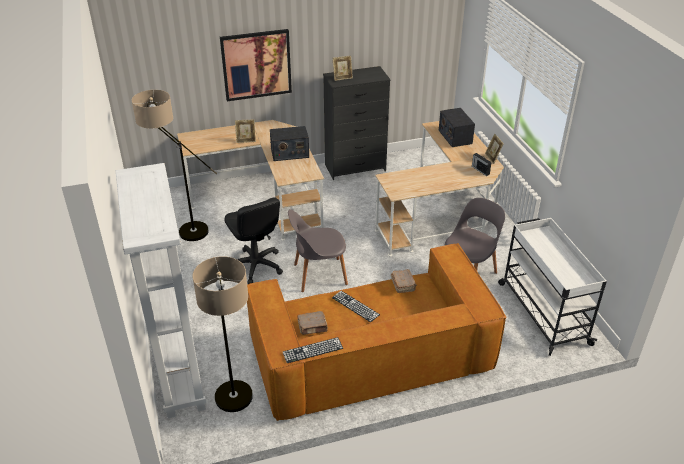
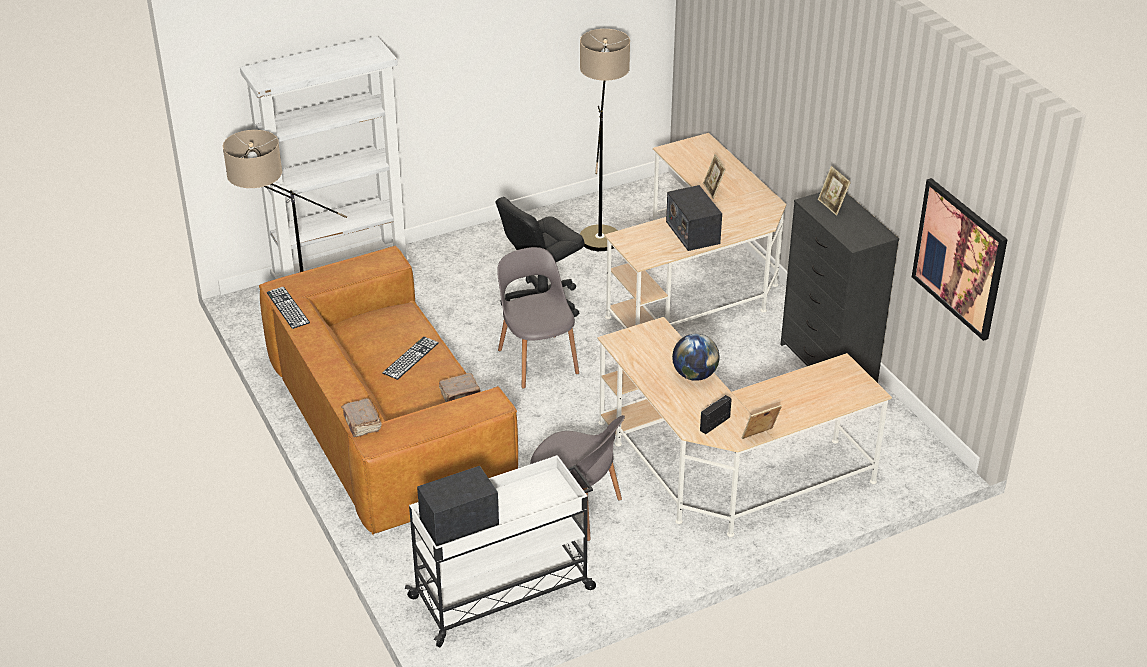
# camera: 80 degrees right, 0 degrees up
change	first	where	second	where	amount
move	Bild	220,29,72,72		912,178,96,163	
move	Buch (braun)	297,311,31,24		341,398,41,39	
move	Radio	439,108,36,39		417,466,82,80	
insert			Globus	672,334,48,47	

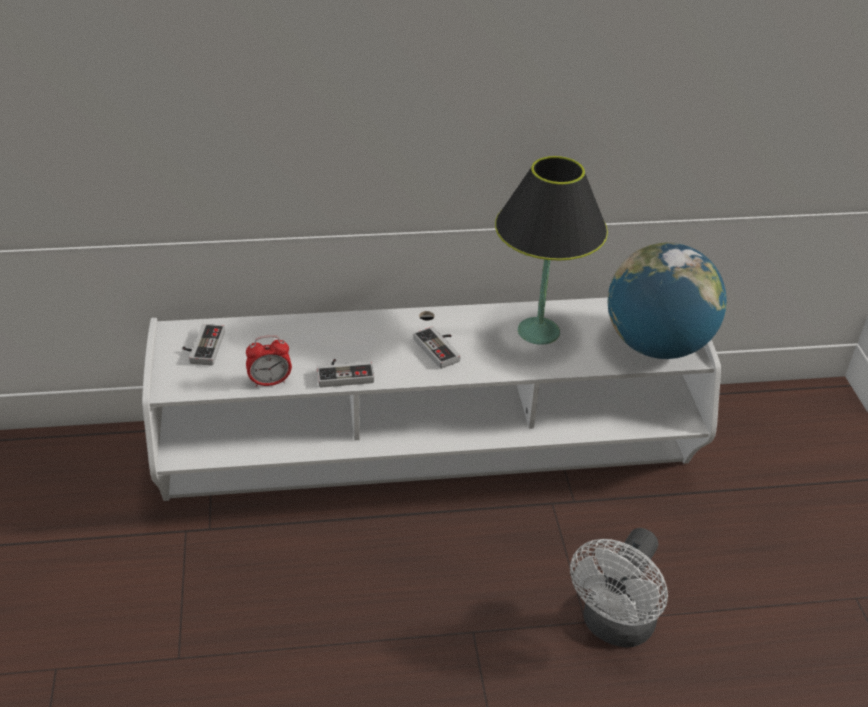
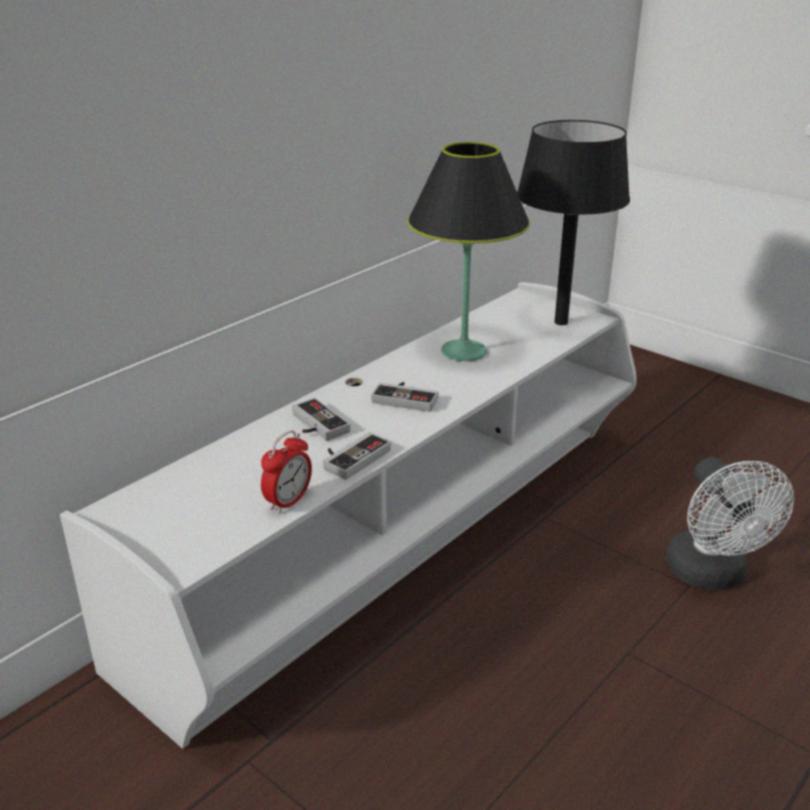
# camera: 40 degrees left, 10 degrees down
change	first	where	second	where	amount
move	Gamepad	182,324,43,41		292,398,58,43	
replace	Globus	608,243,119,116	Tischlampe (schwarz)	517,120,113,205	

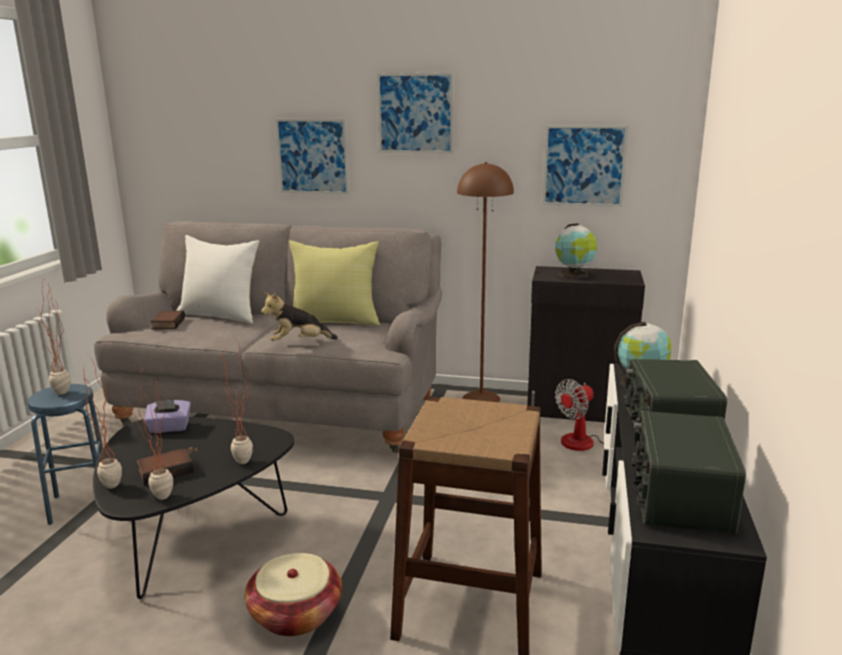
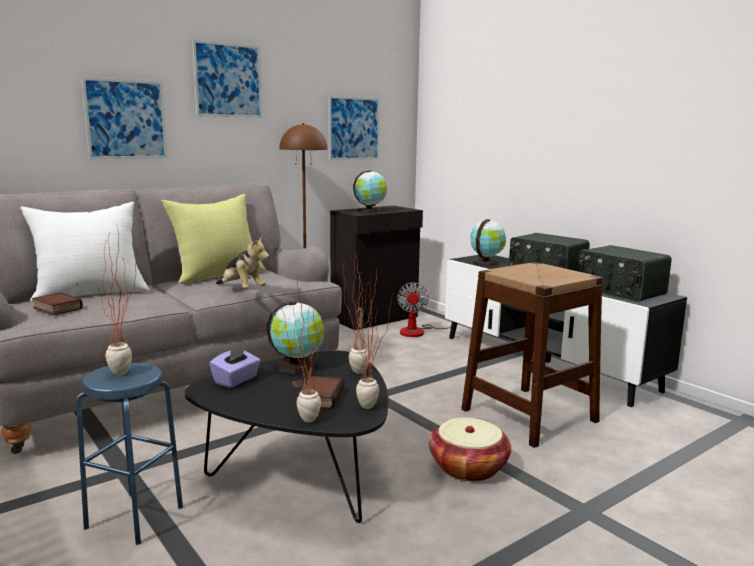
# camera: 50 degrees left, 5 degrees down
change	first	where	second	where	amount
rotate	Plüschtier	261,292,77,49		216,236,54,52	75 degrees counterclockwise
insert			Globus	266,301,58,73	

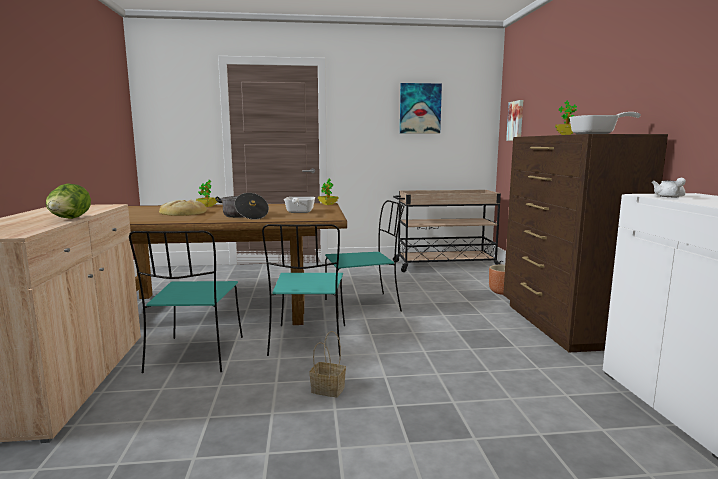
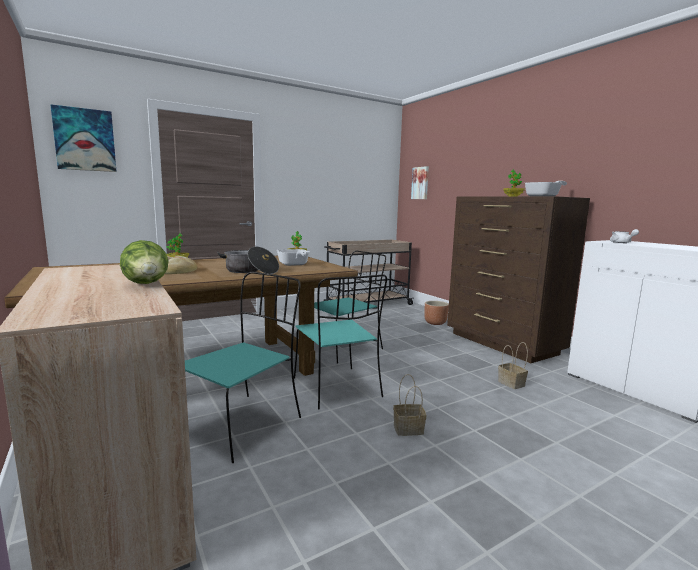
# camera: 25 degrees left, 0 degrees up
change	first	where	second	where	amount
rotate	Stuhl (türkis)	129,231,114,142		185,272,116,191	120 degrees counterclockwise
move	Bild	400,83,42,51		50,104,67,68	
insert			Korb	498,342,30,47	

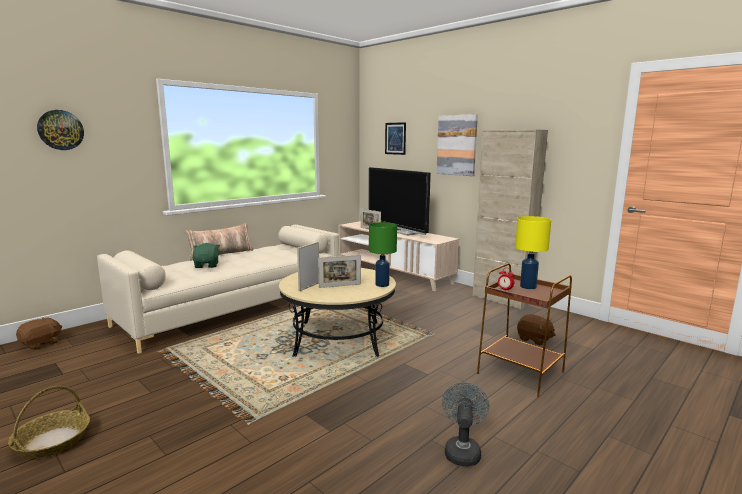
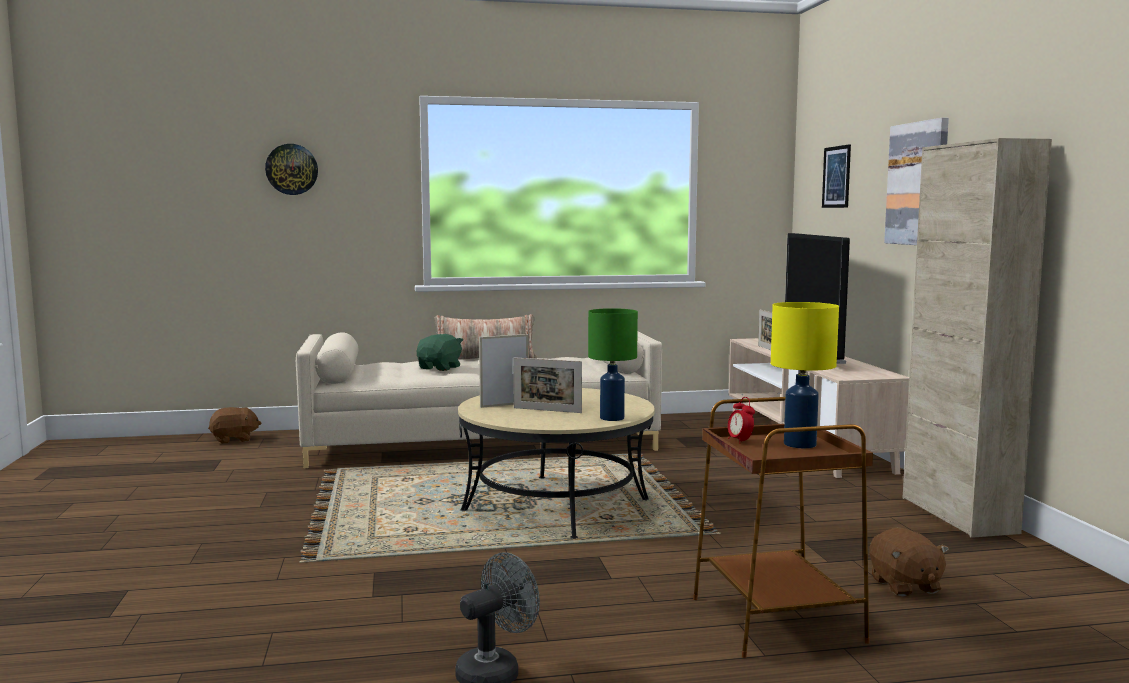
# camera: 35 degrees right, 5 degrees down
change	first	where	second	where	amount
delete	Korb	8,386,82,72			

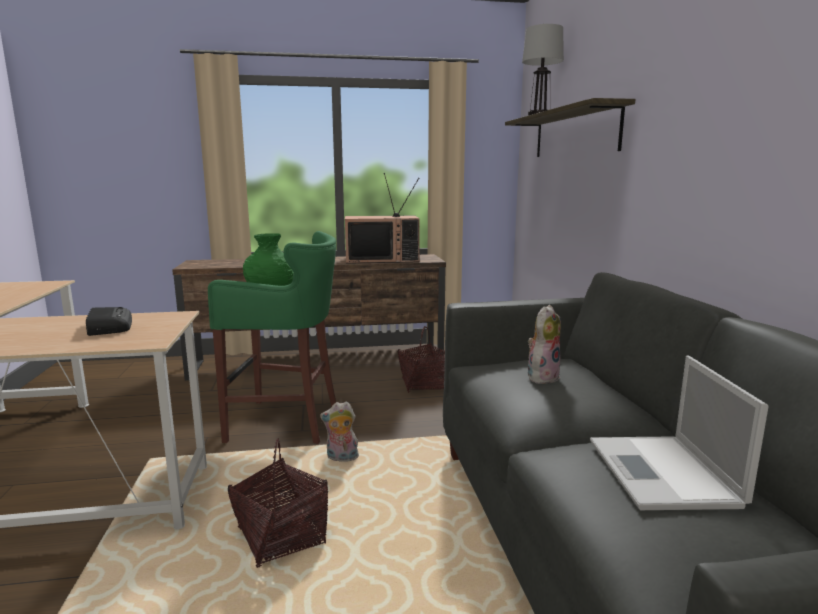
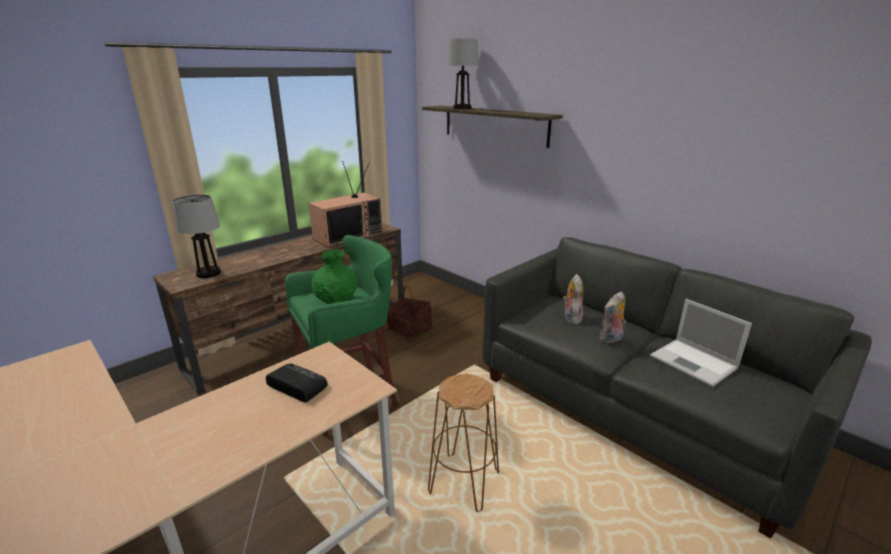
# camera: 35 degrees left, 10 degrees up
change	first	where	second	where	amount
replace	Korb	228,438,100,130	Hocker (braun)	428,373,71,139	
move	Plüschtier	320,402,39,60		600,292,26,51	
insert			Tischlampe	172,195,49,83	

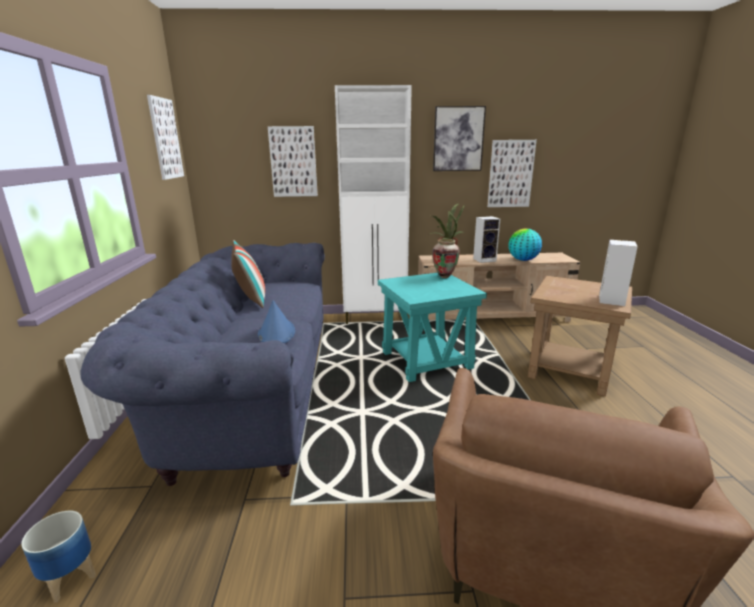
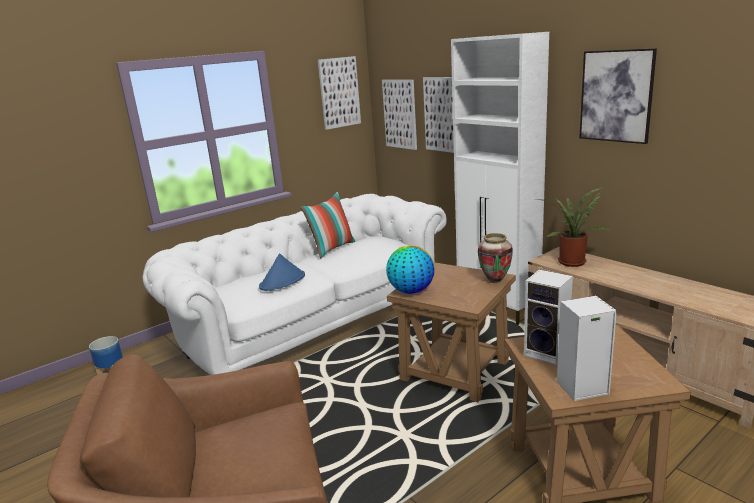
# camera: 55 degrees right, 0 degrees up
change	first	where	second	where	amount
recolor	Sofa (blau)	80,243,245,243	Sofa (weiß)	143,194,304,181	
recolor	Beistelltisch (türkis)	378,272,109,110	Beistelltisch (braun)	387,262,129,140	
move	Lautsprecher	473,216,27,47		524,270,49,95	
move	Bild	487,140,50,67		382,80,35,70	
move	Globus	508,229,34,32		386,245,49,49	

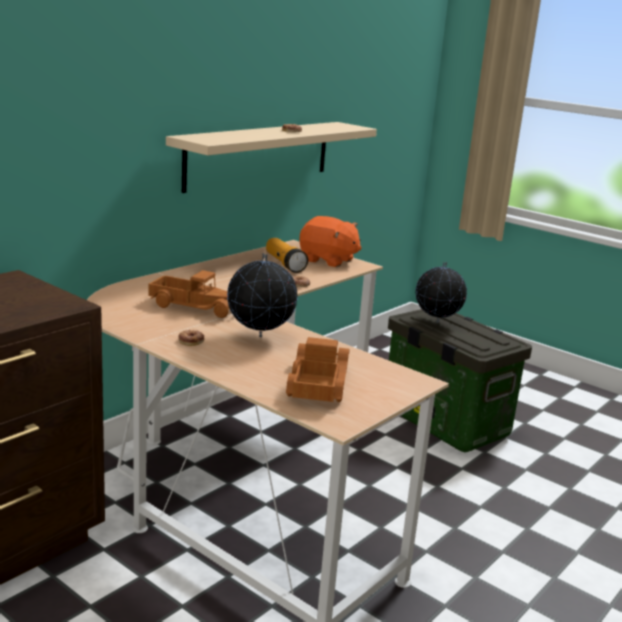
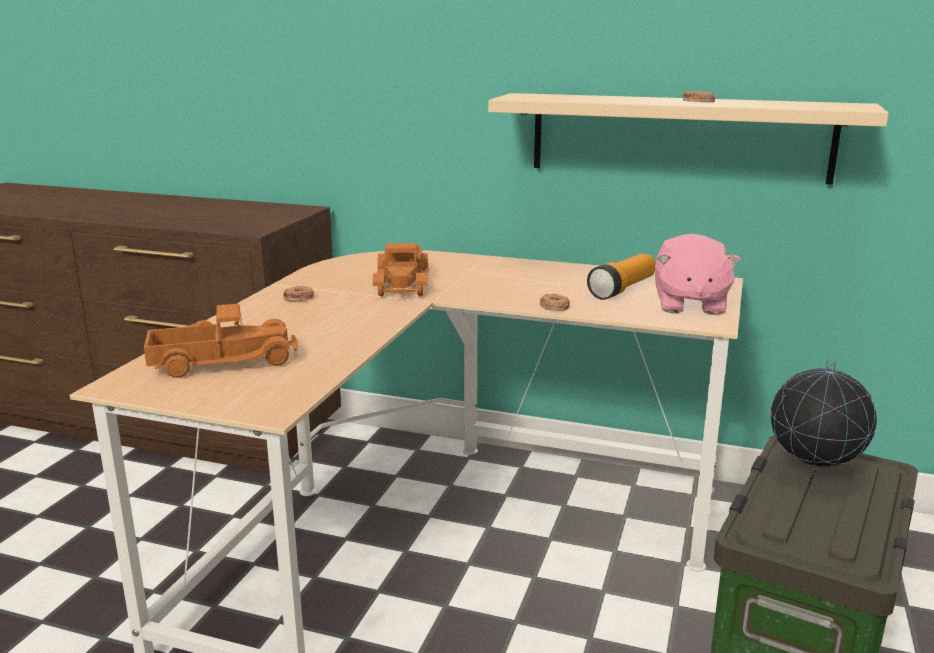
# camera: 70 degrees right, 0 degrees up
change	first	where	second	where	amount
delete	Globus	227,253,71,84			
recolor	Plüschtier (orange)	299,216,62,51	Plüschtier (rosa)	655,234,86,81	

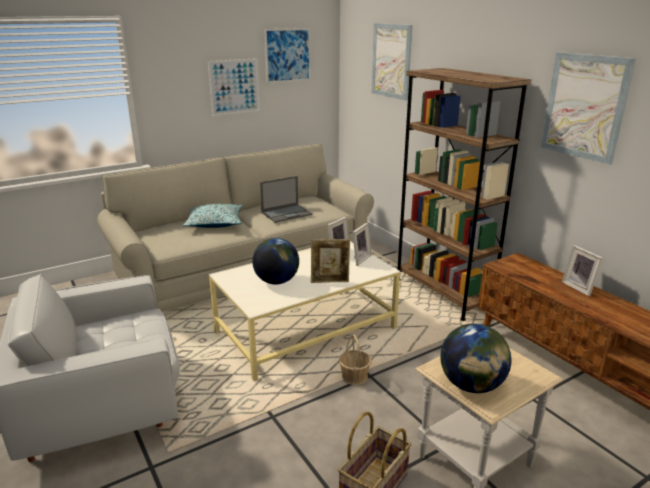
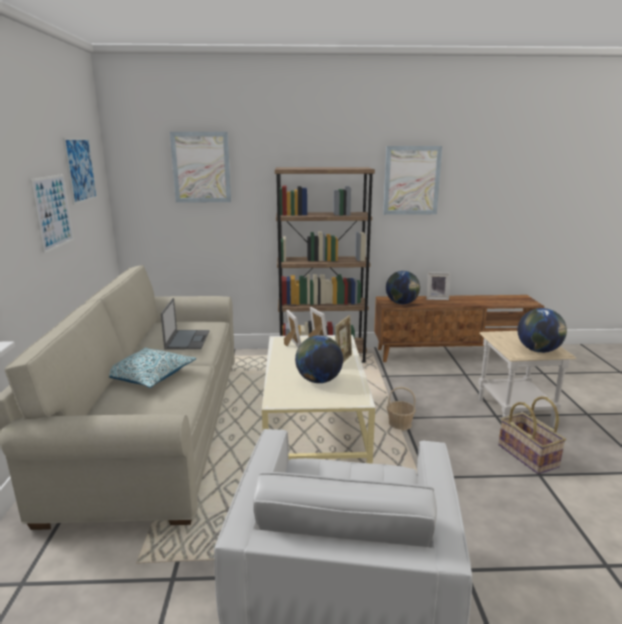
# camera: 60 degrees left, 5 degrees down
change	first	where	second	where	amount
insert			Globus	386,271,34,33	

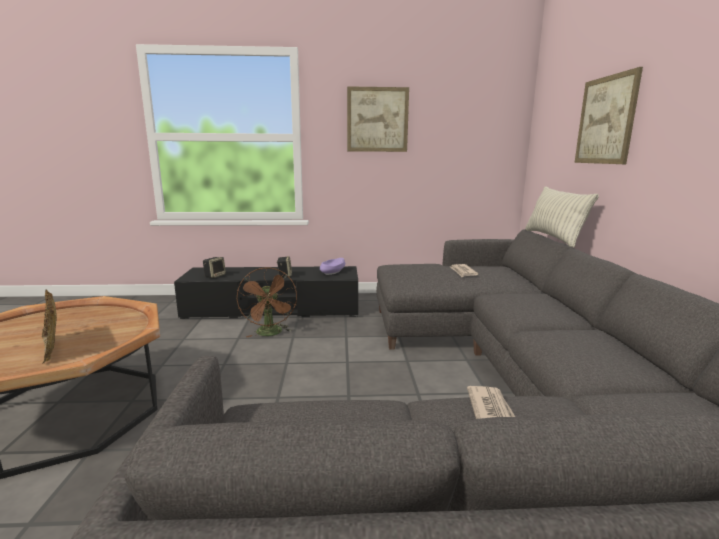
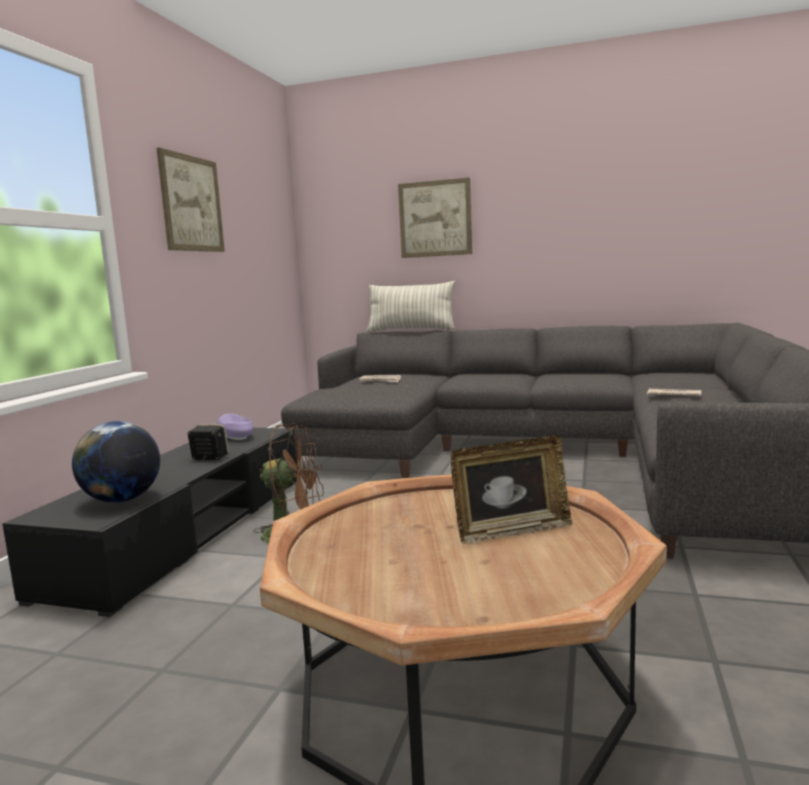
# camera: 70 degrees left, 5 degrees down
change	first	where	second	where	amount
replace	Lautsprecher	203,257,23,21	Globus	72,421,88,82	

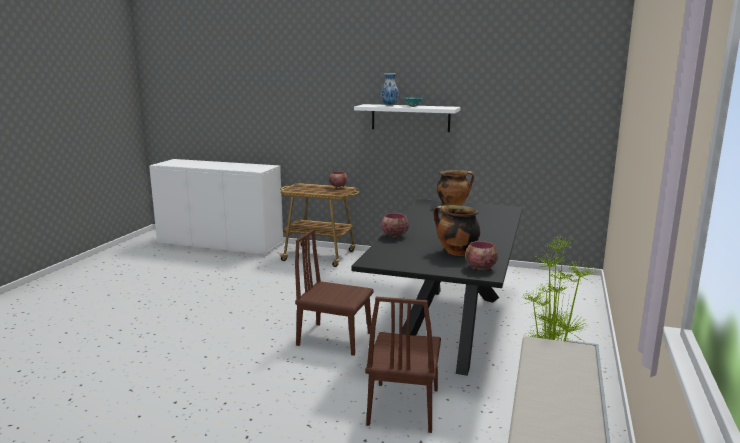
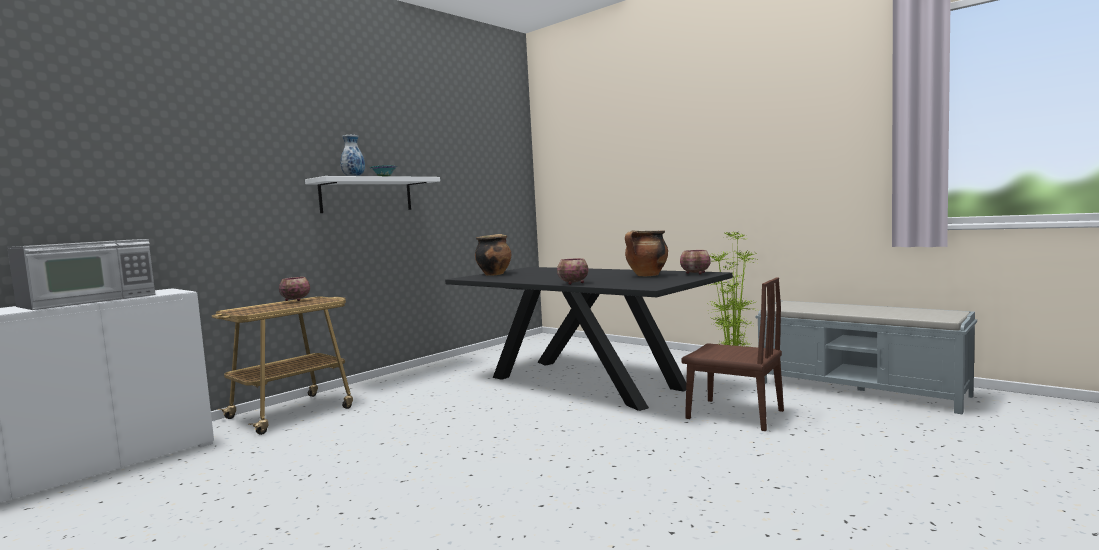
# camera: 65 degrees left, 10 degrees down
change	first	where	second	where	amount
delete	Stuhl (braun)	295,230,79,126			
insert			Mikrowelle	7,239,148,71	

